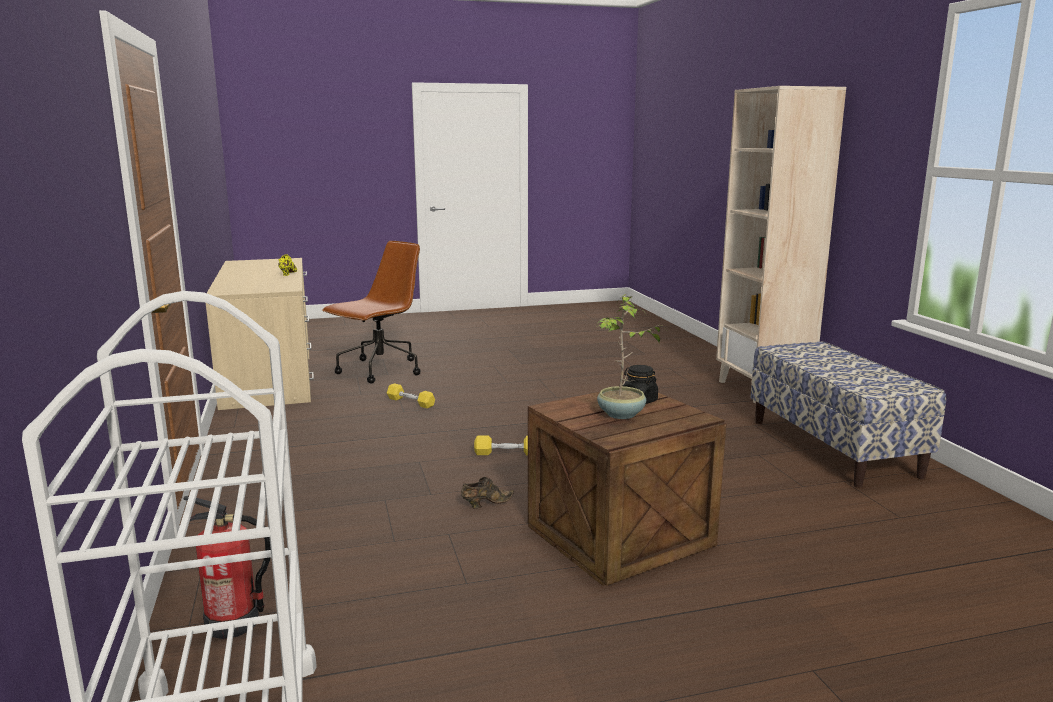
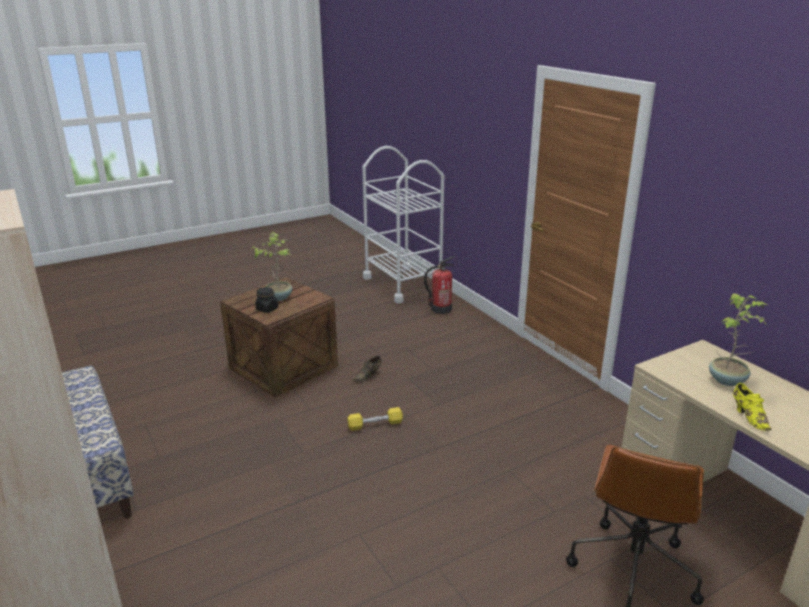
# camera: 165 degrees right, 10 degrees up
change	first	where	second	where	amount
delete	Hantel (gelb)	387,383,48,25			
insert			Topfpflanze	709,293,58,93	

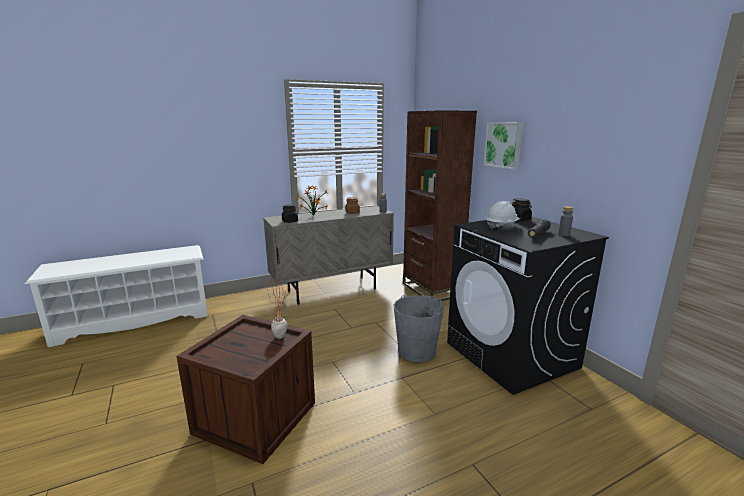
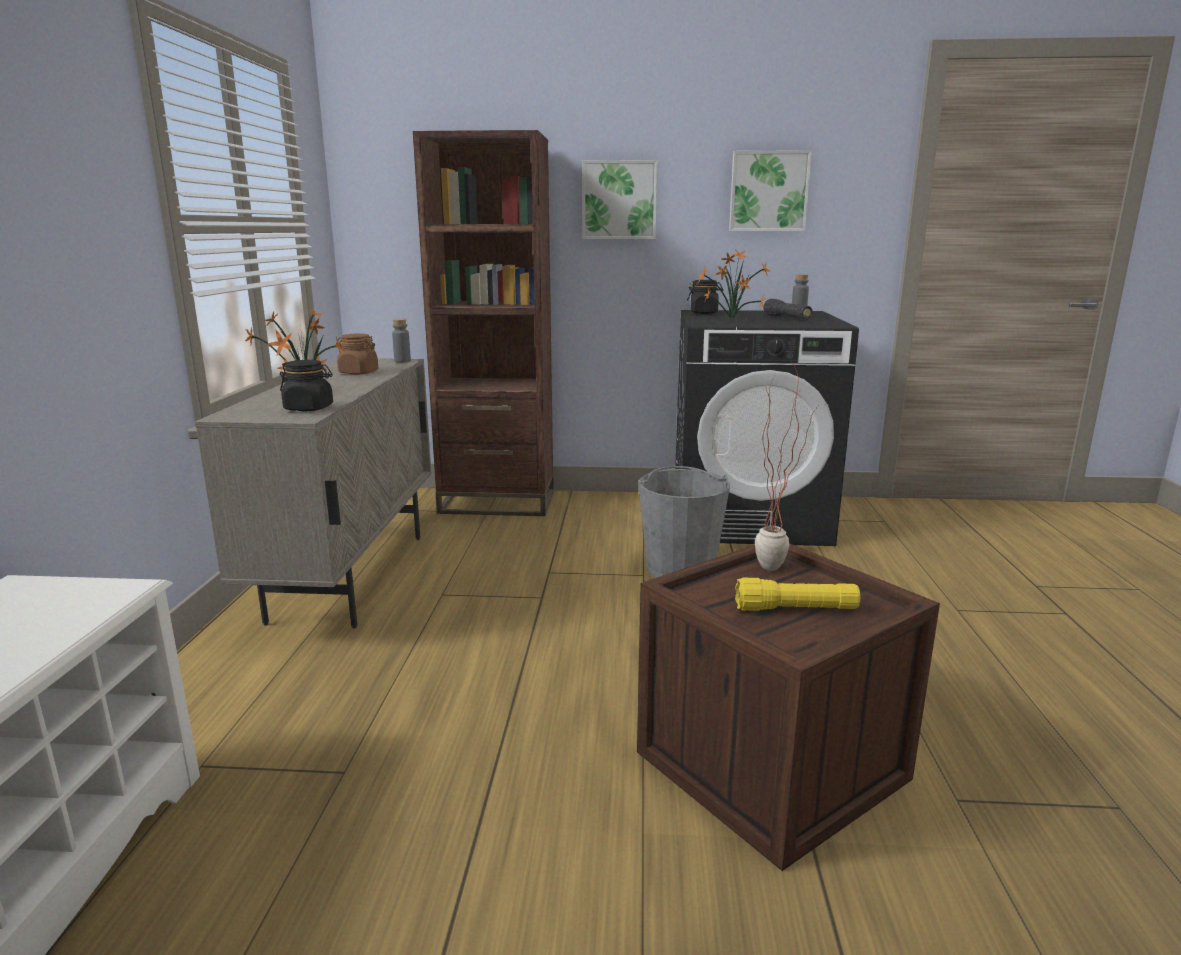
# camera: 60 degrees left, 0 degrees up
change	first	where	second	where	amount
replace	Schutzhelm (weiß)	485,201,35,28	Topfpflanze	698,249,72,71	
insert			Bild	729,150,83,81	
insert			Taschenlampe (gelb)	735,578,125,33	

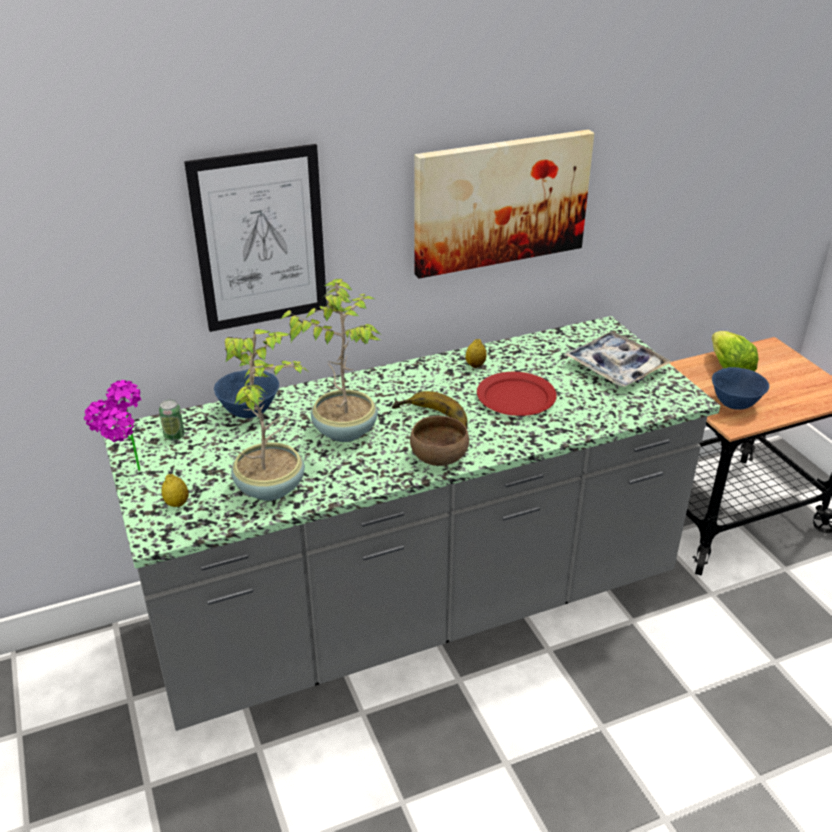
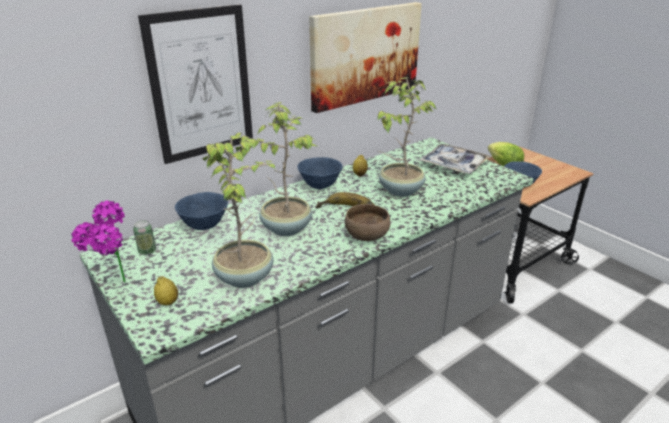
# camera: 15 degrees left, 5 degrees down
change	first	where	second	where	amount
replace	Teller (rot)	477,372,80,44	Topfpflanze	377,77,60,120	
insert			Schüssel (blau)	297,157,46,32	

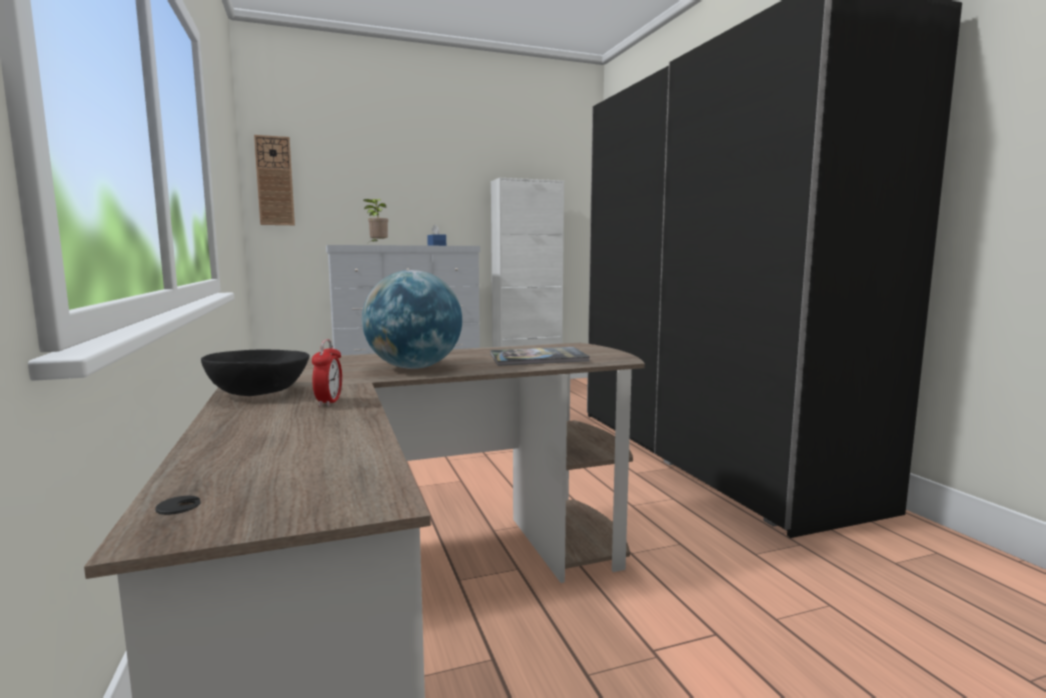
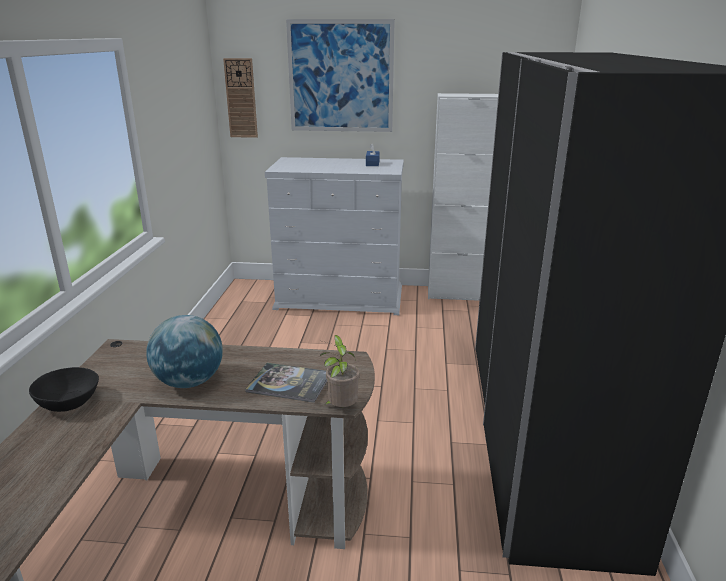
# camera: 25 degrees right, 15 degrees up
change	first	where	second	where	amount
delete	Wecker	312,339,30,68			
move	Topfpflanze	363,199,25,42		320,335,40,72	
insert			Bild	286,19,109,113	

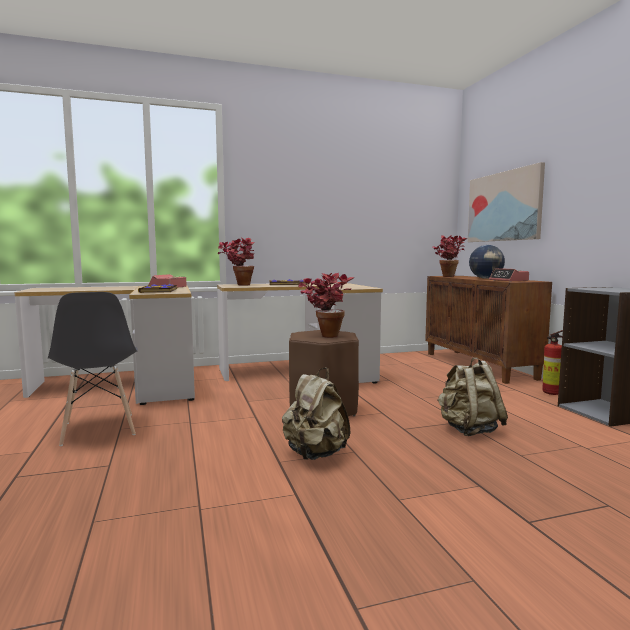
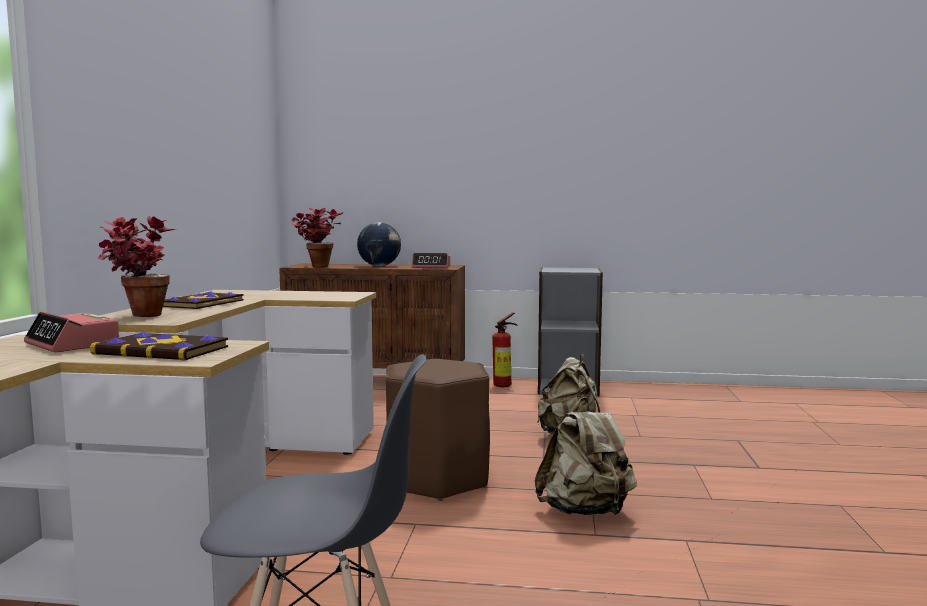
# camera: 65 degrees left, 0 degrees up
change	first	where	second	where	amount
delete	Topfpflanze	298,273,56,65			
delete	Bild	468,162,77,80			

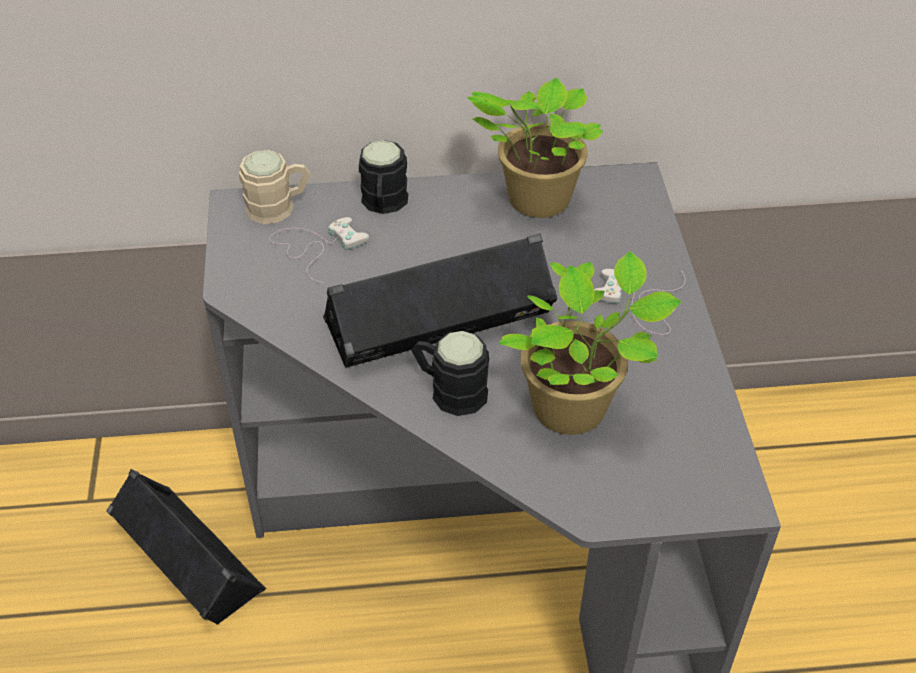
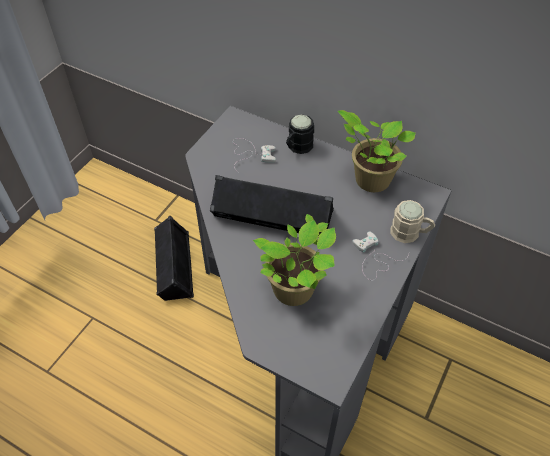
# camera: 35 degrees right, 5 degrees up
change	first	where	second	where	amount
move	Henkelbecher (beige)	239,150,71,74		391,200,44,43	
delete	Henkelbecher (schwarz)	411,331,78,85			

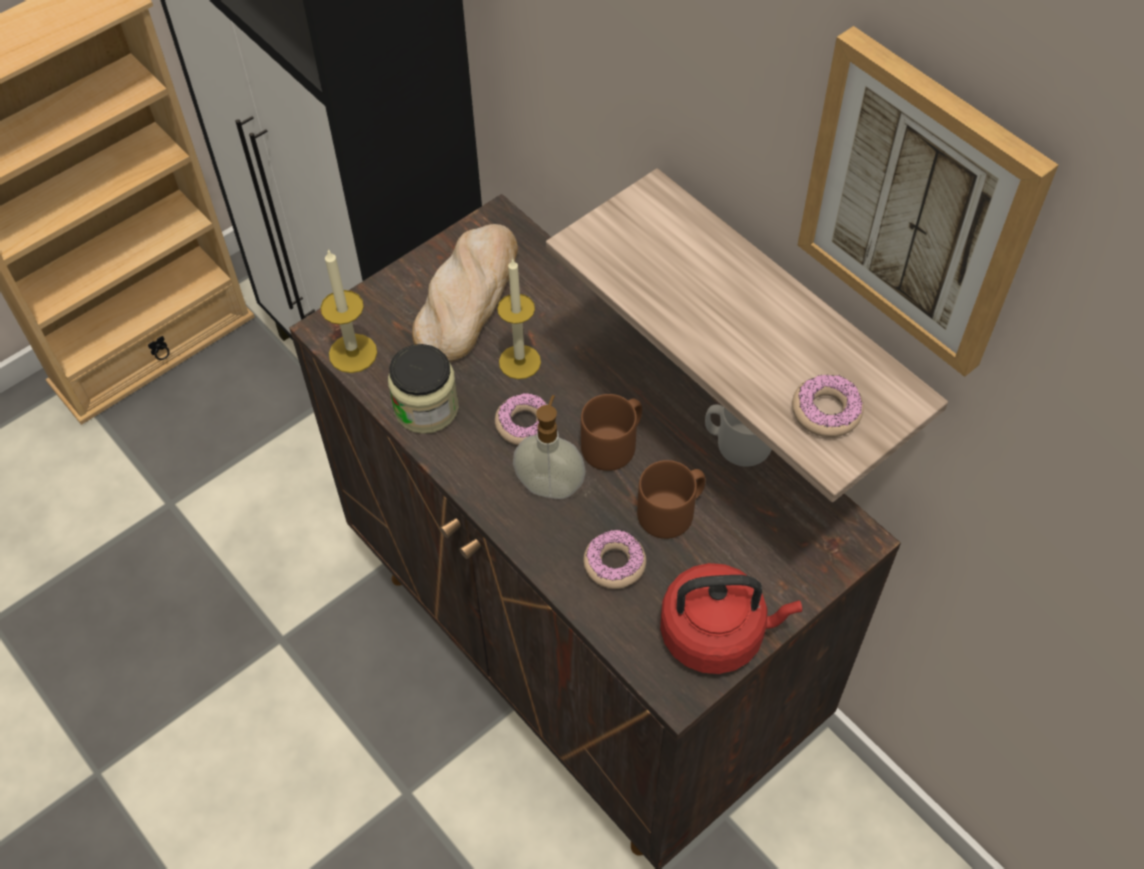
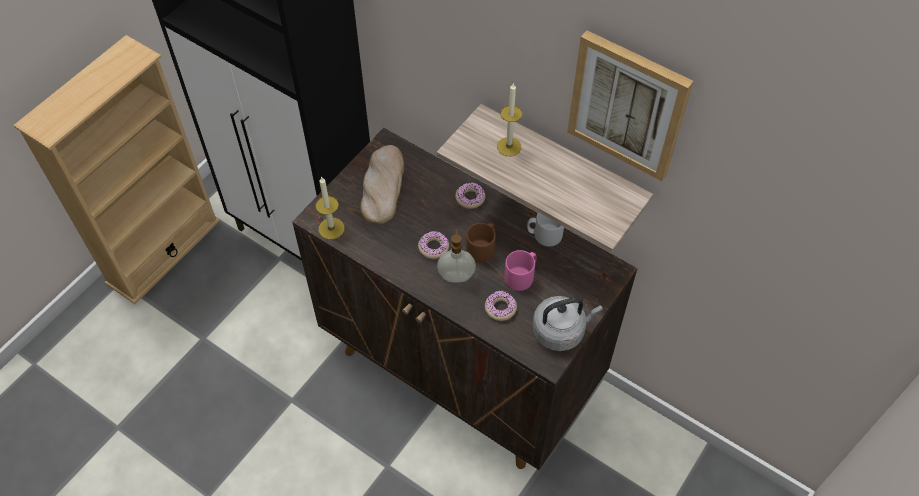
# camera: 15 degrees left, 0 degrees up
change	first	where	second	where	amount
delete	Vorratsglas	388,344,71,90			
move	Kerze	497,258,44,121		497,83,25,73	
recolor	Henkelbecher (braun)	637,460,69,79	Henkelbecher (rosa)	504,250,33,41	
recolor	Wasserkessel (rot)	660,563,142,111	Wasserkessel (grau)	532,296,71,55	
move	Donut	792,375,72,62		455,182,30,27	

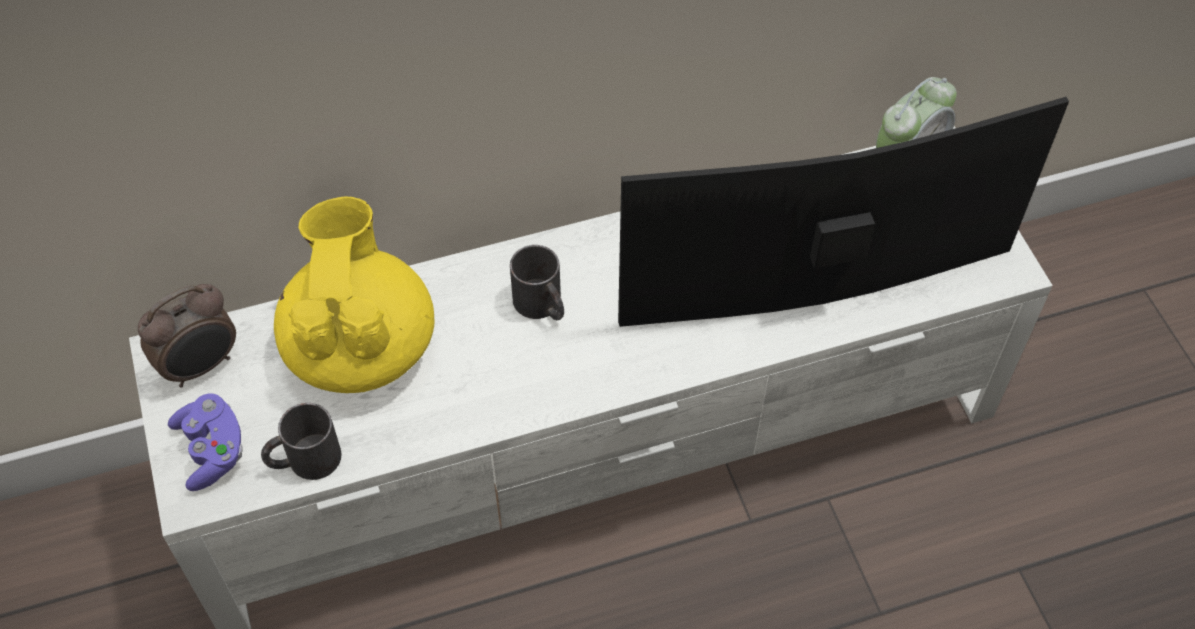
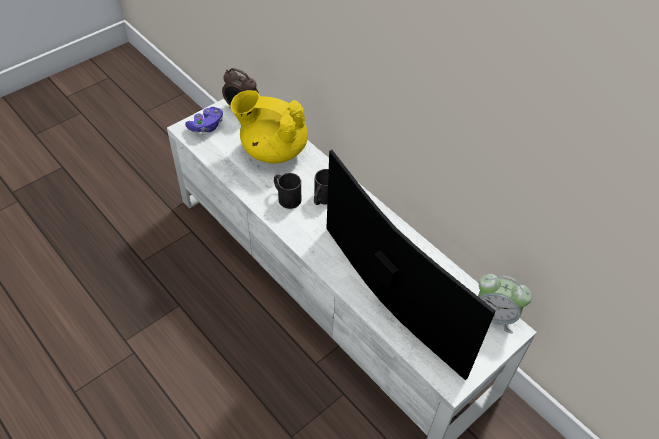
# camera: 65 degrees right, 5 degrees down
change	first	where	second	where	amount
move	Henkelbecher (schwarz)	261,403,81,77		274,173,27,36	
rotate	Teekanne (gelb)	274,196,161,197		230,90,78,73	135 degrees counterclockwise

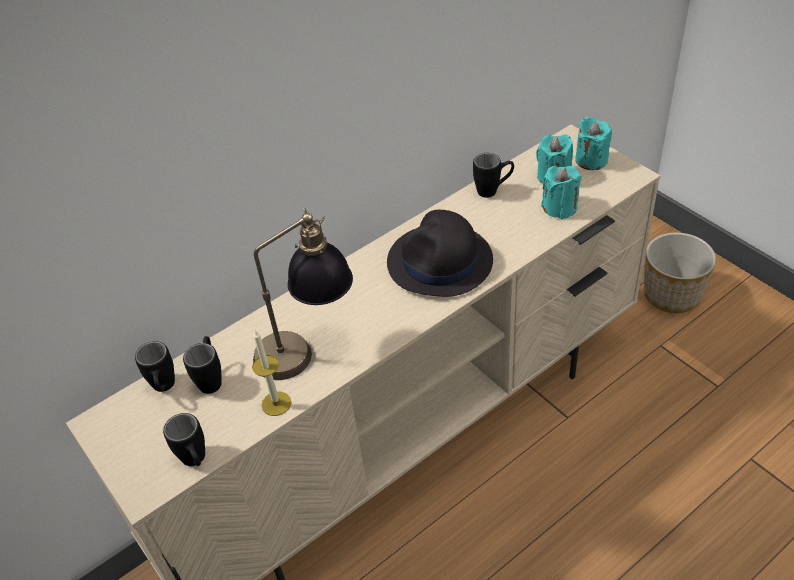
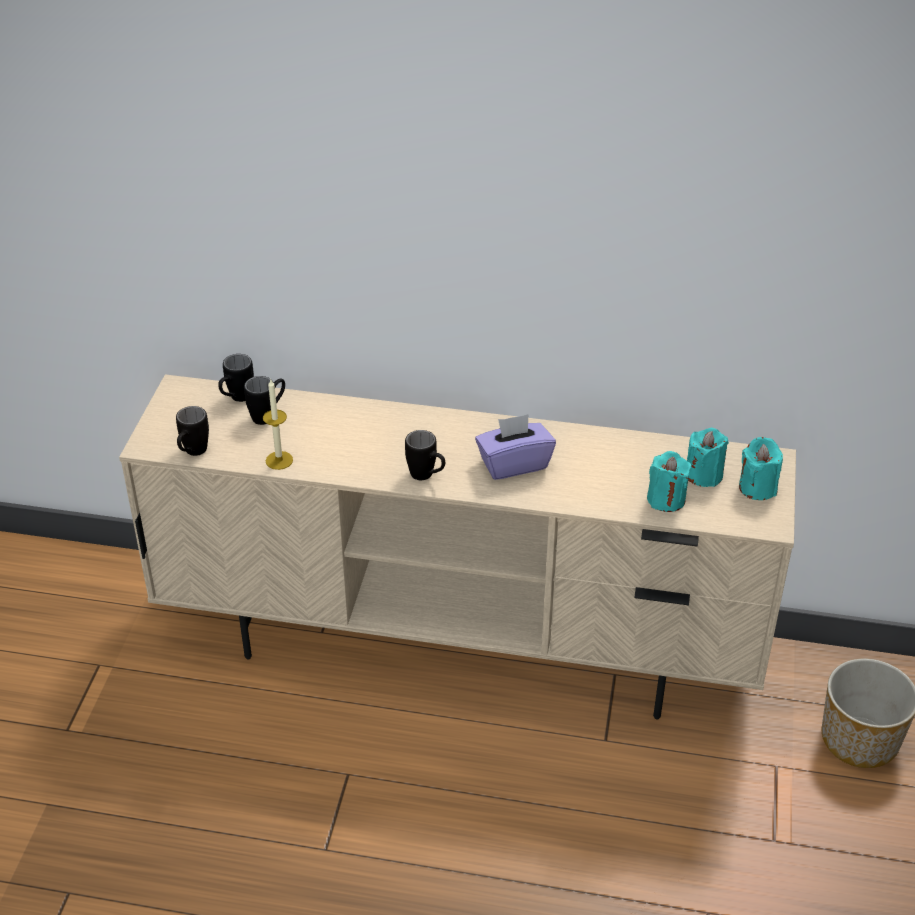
# camera: 45 degrees right, 5 degrees down
change	first	where	second	where	amount
delete	Tischlampe	253,208,100,172			
replace	Hut (schwarz)	387,210,106,87	Taschentuchbox (lila)	475,414,81,66	
move	Henkelbecher (schwarz)	473,153,41,45		405,430,40,50	

